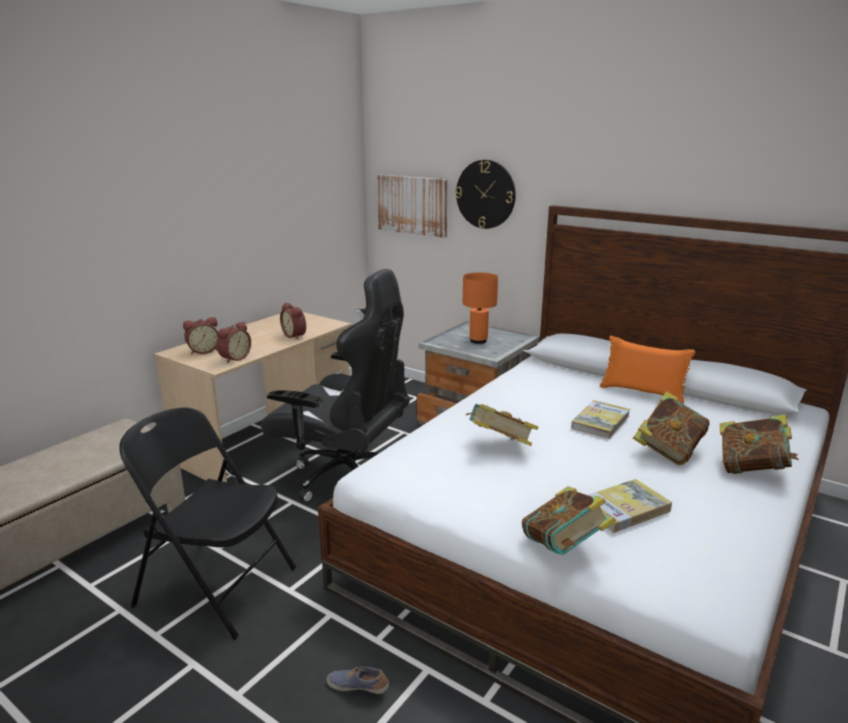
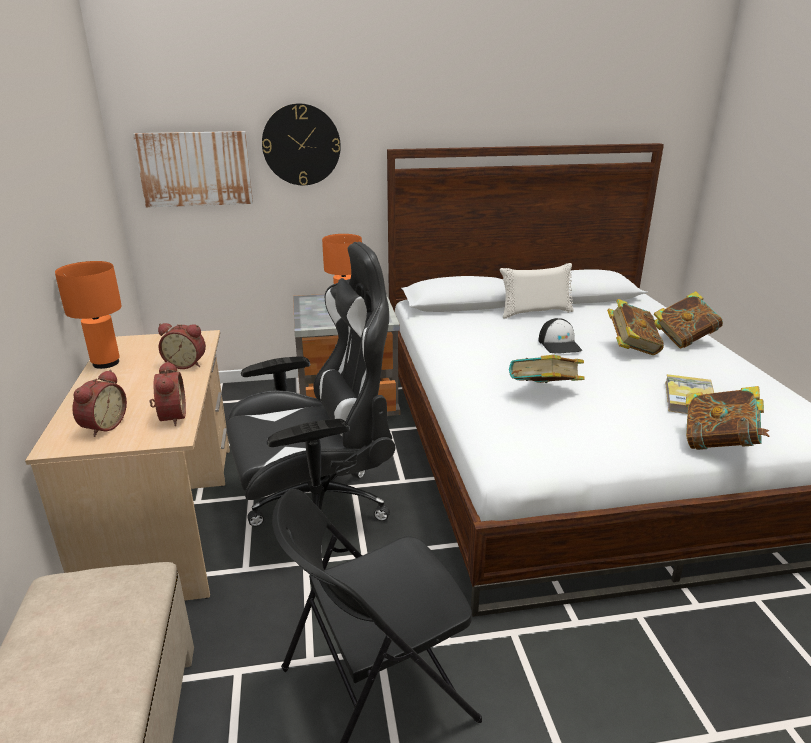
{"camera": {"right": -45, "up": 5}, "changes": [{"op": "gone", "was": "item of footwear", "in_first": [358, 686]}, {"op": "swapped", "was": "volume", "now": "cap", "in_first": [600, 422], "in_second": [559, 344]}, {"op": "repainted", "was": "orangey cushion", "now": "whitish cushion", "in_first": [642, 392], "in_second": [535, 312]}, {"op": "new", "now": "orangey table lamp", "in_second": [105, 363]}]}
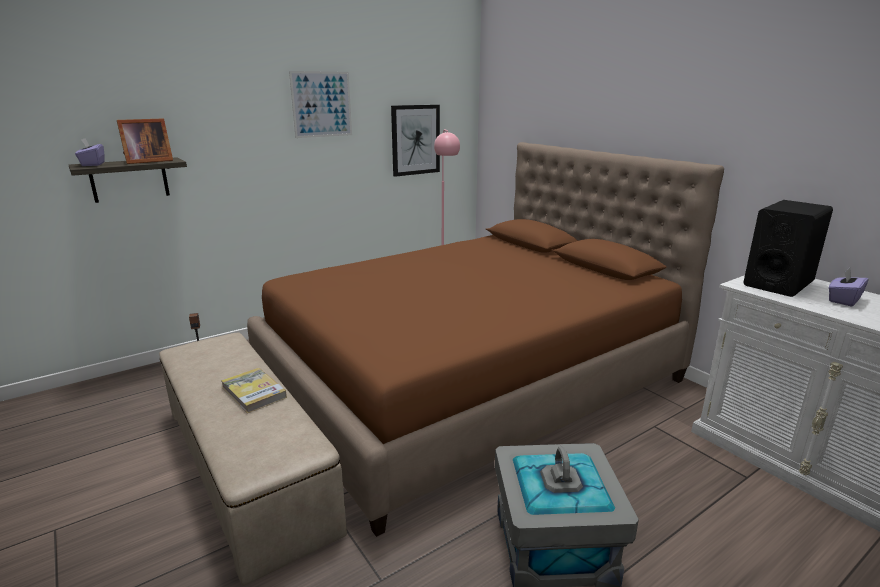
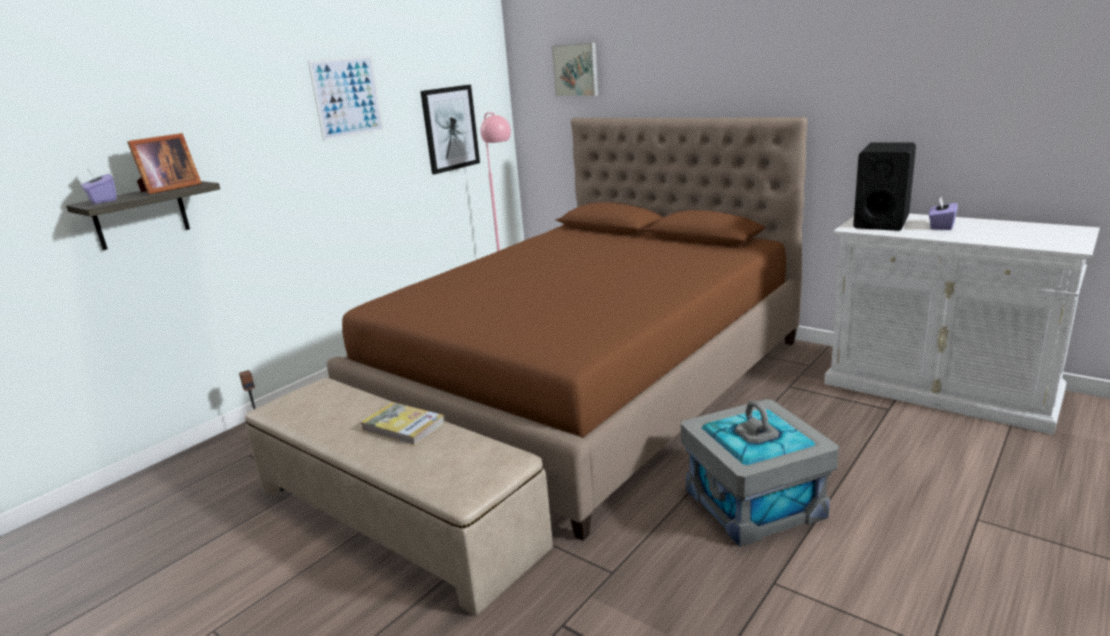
{"camera": {"right": -15, "up": 0}, "changes": [{"op": "new", "now": "wall art", "in_second": [576, 70]}]}
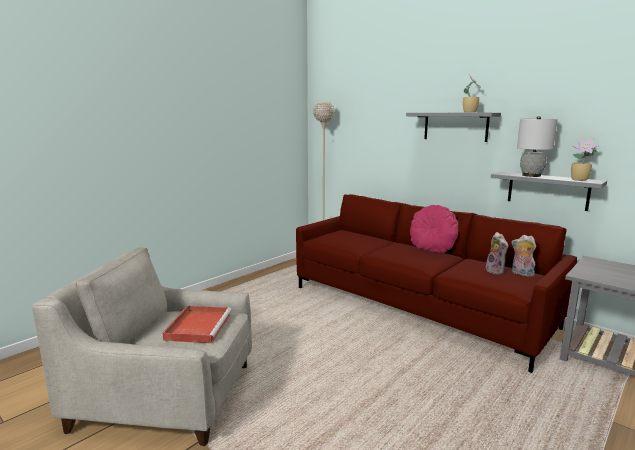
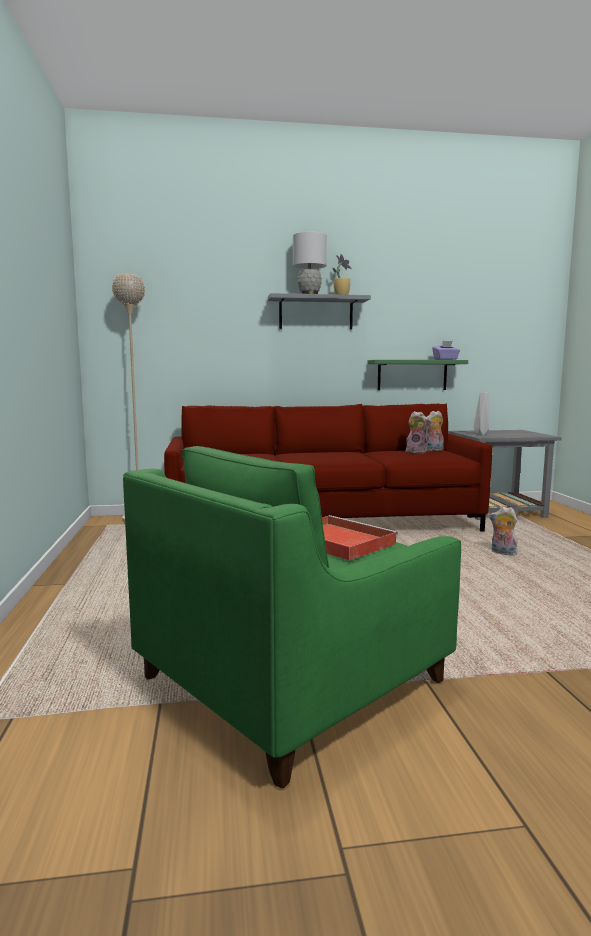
{"camera": {"right": -50, "up": -5}, "changes": [{"op": "repainted", "was": "beige lounge chair", "now": "green-coloured lounge chair", "in_first": [168, 395], "in_second": [297, 679]}, {"op": "gone", "was": "pinkish cushion", "in_first": [432, 250]}, {"op": "repainted", "was": "gray wall shelf", "now": "green-coloured wall shelf", "in_first": [547, 190], "in_second": [412, 375]}, {"op": "shifted", "was": "whitish table lamp", "in_first": [531, 175], "in_second": [309, 295]}, {"op": "swapped", "was": "plant in a pot", "now": "purple tissue holder", "in_first": [580, 180], "in_second": [445, 359]}, {"op": "new", "now": "gray flower vase", "in_second": [482, 434]}, {"op": "new", "now": "soft toy", "in_second": [502, 553]}]}
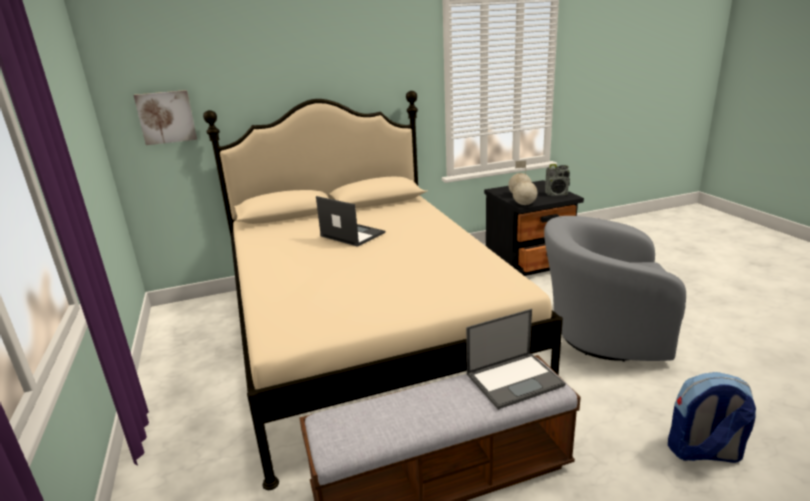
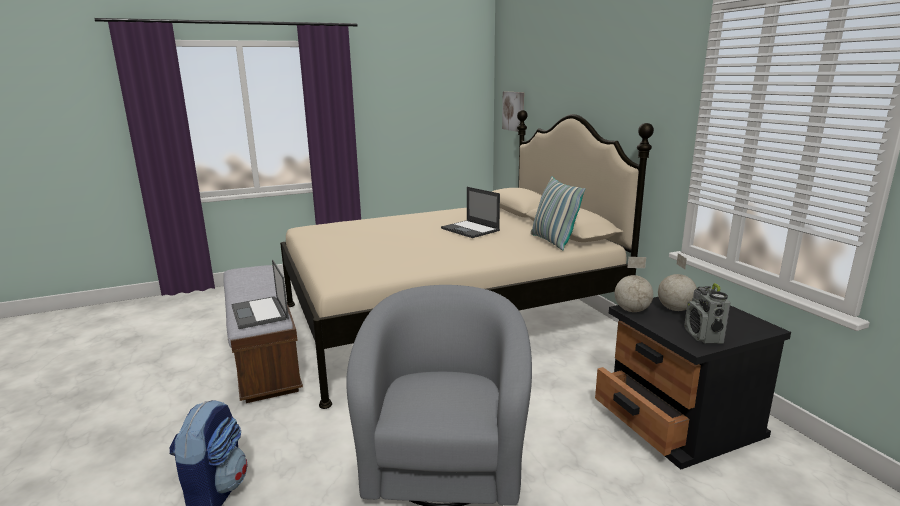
{"camera": {"right": 85, "up": -5}, "changes": [{"op": "rotated", "was": "portable computer", "in_first": [351, 234], "in_second": [470, 229], "clockwise": 105}, {"op": "new", "now": "cushion", "in_second": [553, 241]}]}
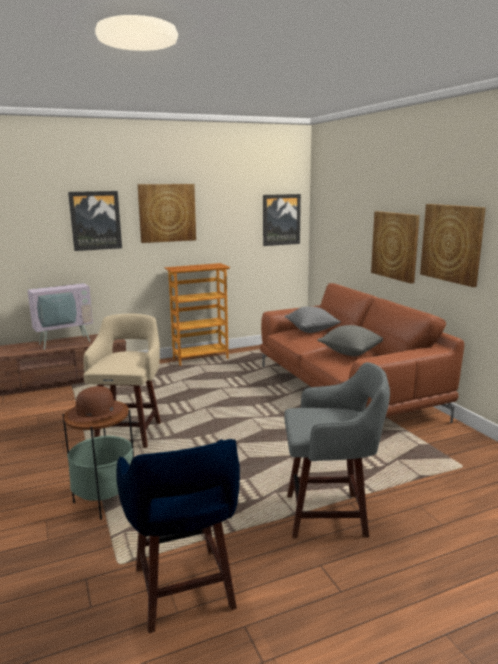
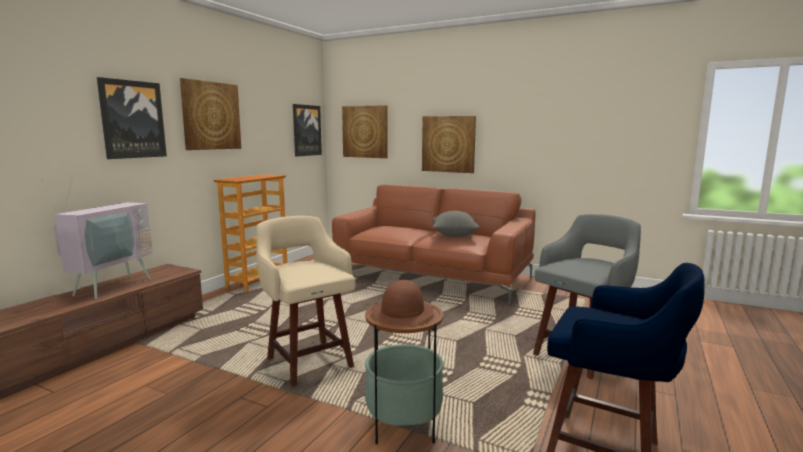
{"camera": {"right": -40, "up": -5}, "changes": [{"op": "gone", "was": "gray cushion", "in_first": [311, 330]}, {"op": "shifted", "was": "wall art", "in_first": [452, 243], "in_second": [365, 132]}]}
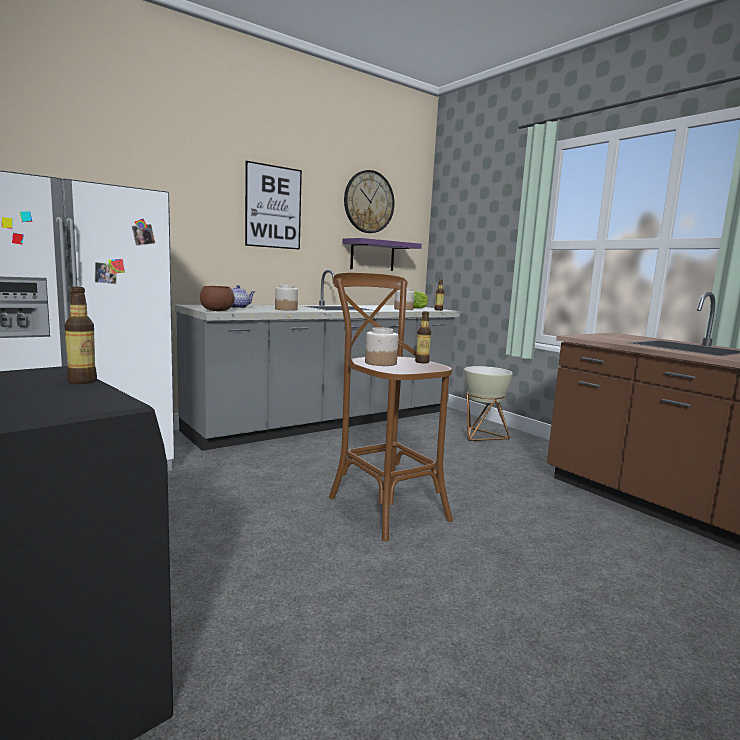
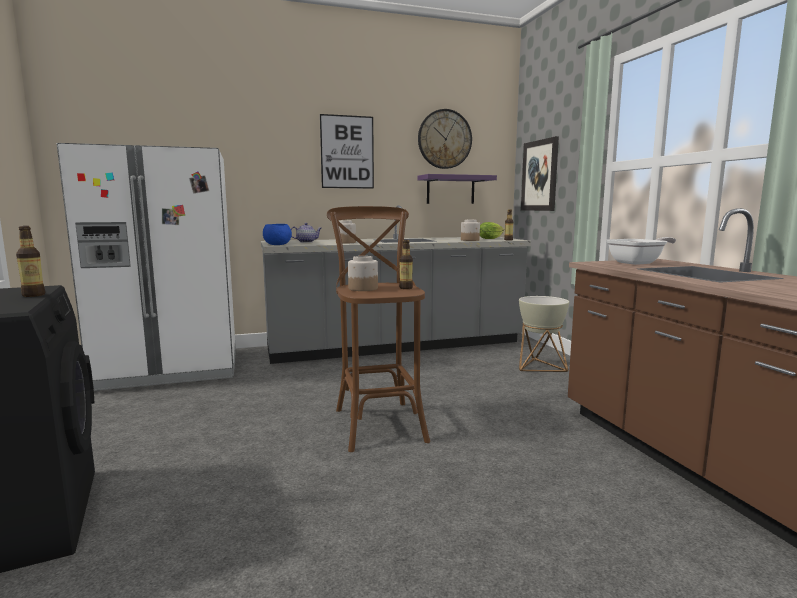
{"camera": {"right": 20, "up": 0}, "changes": [{"op": "repainted", "was": "brown bowl", "now": "blue bowl", "in_first": [216, 311], "in_second": [277, 245]}, {"op": "new", "now": "wall art", "in_second": [539, 175]}, {"op": "new", "now": "frying pan", "in_second": [639, 263]}]}
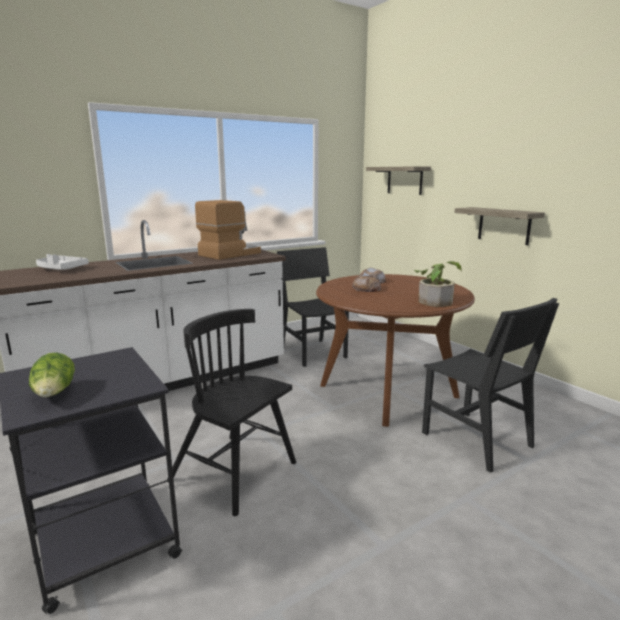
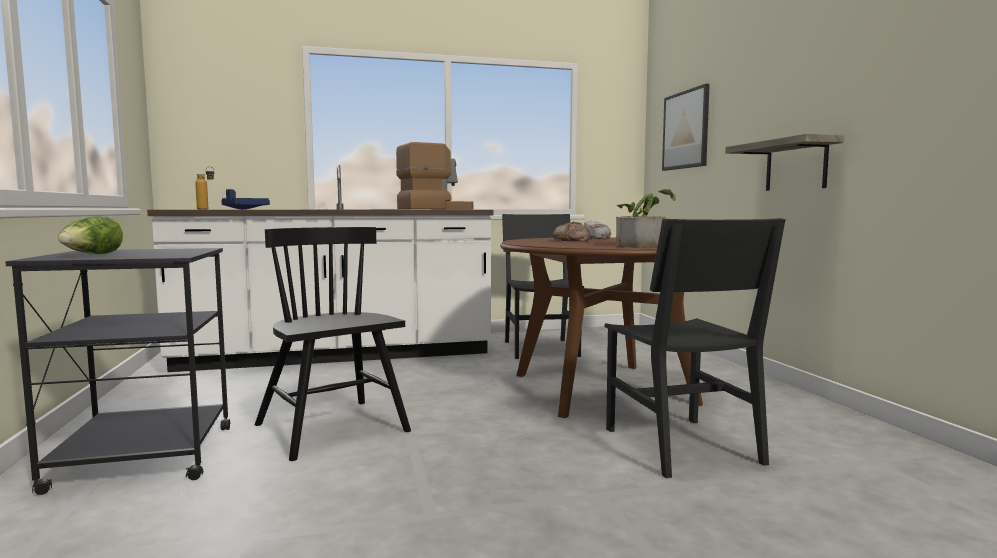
{"camera": {"right": 20, "up": -10}, "changes": [{"op": "repainted", "was": "whitish tray", "now": "blue tray", "in_first": [61, 269], "in_second": [242, 209]}, {"op": "swapped", "was": "wall shelf", "now": "wall art", "in_first": [404, 180], "in_second": [686, 130]}, {"op": "new", "now": "drink bottle", "in_second": [207, 209]}]}
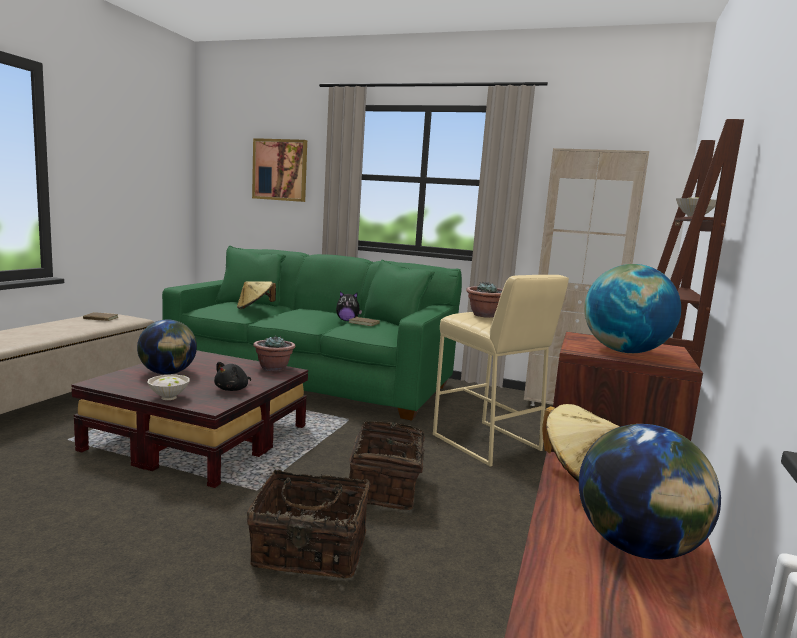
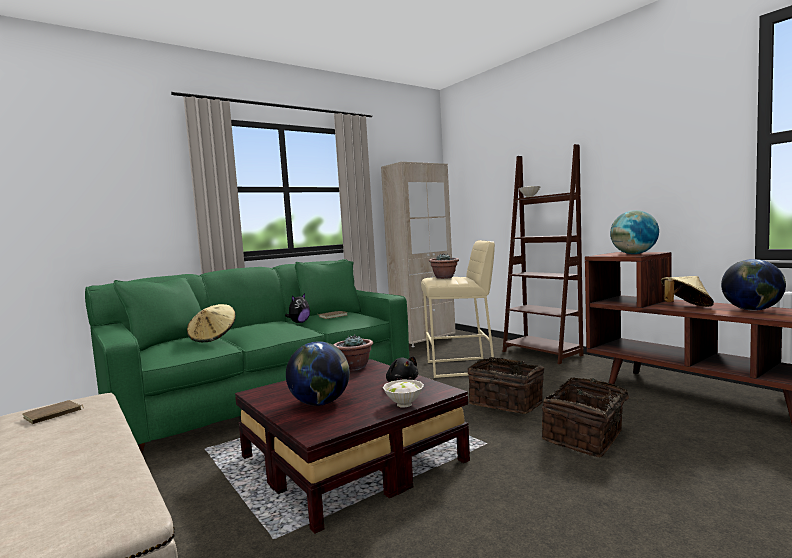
{"camera": {"right": -55, "up": -5}, "changes": [{"op": "gone", "was": "wall art", "in_first": [280, 170]}]}
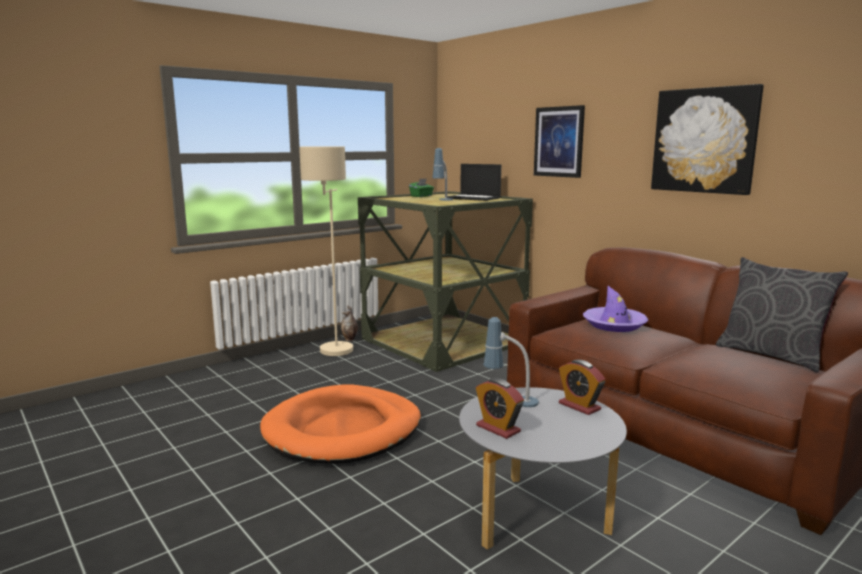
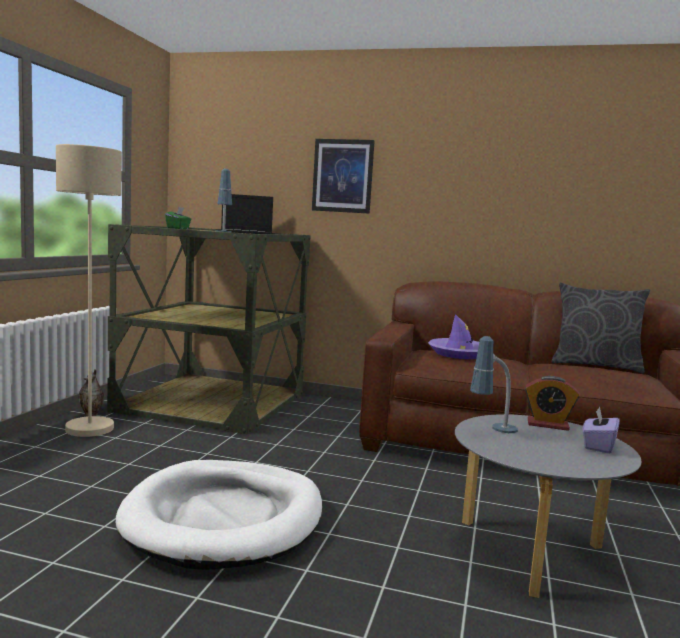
{"camera": {"right": -35, "up": -5}, "changes": [{"op": "repainted", "was": "orangey dog bed", "now": "whitish dog bed", "in_first": [343, 430], "in_second": [225, 519]}, {"op": "gone", "was": "bedside clock", "in_first": [498, 428]}, {"op": "gone", "was": "wall art", "in_first": [704, 140]}, {"op": "new", "now": "purple tissue holder", "in_second": [598, 446]}]}
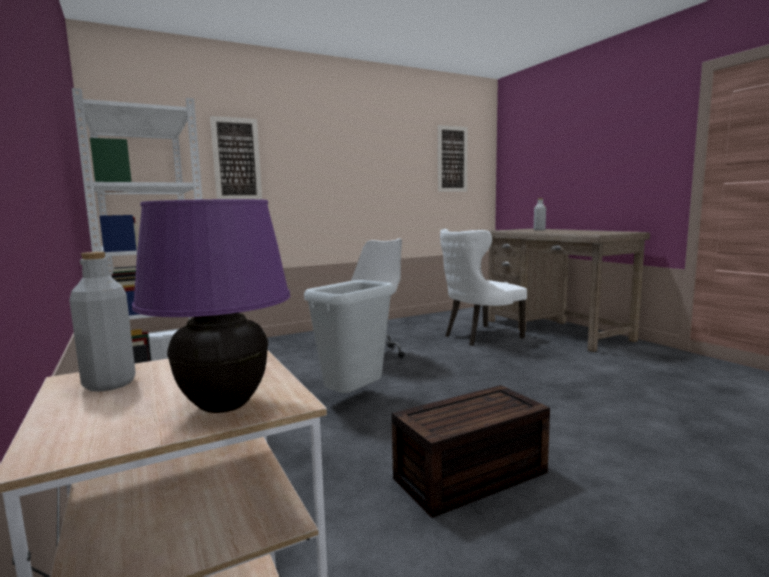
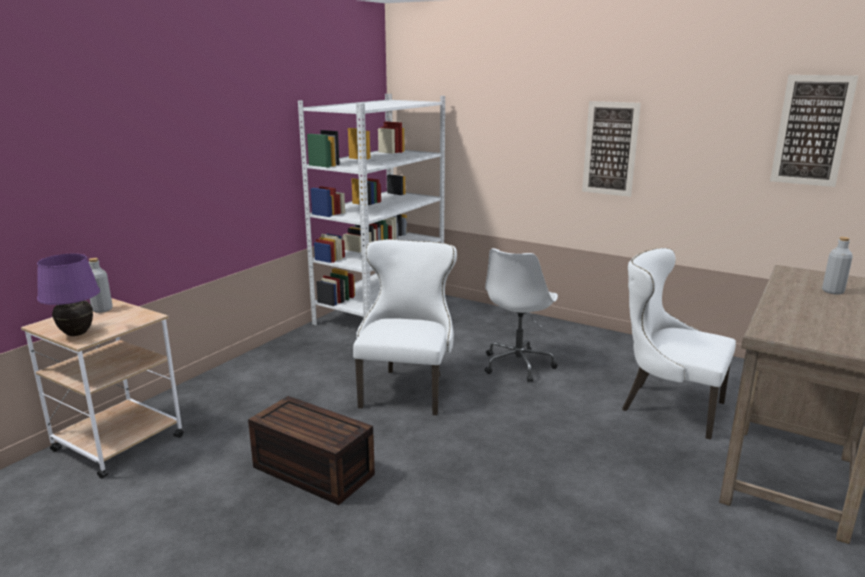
{"camera": {"right": 60, "up": 10}, "changes": [{"op": "shifted", "was": "wall art", "in_first": [236, 159], "in_second": [610, 148]}, {"op": "swapped", "was": "gray trash can", "now": "whitish plain chair", "in_first": [353, 398], "in_second": [407, 389]}]}
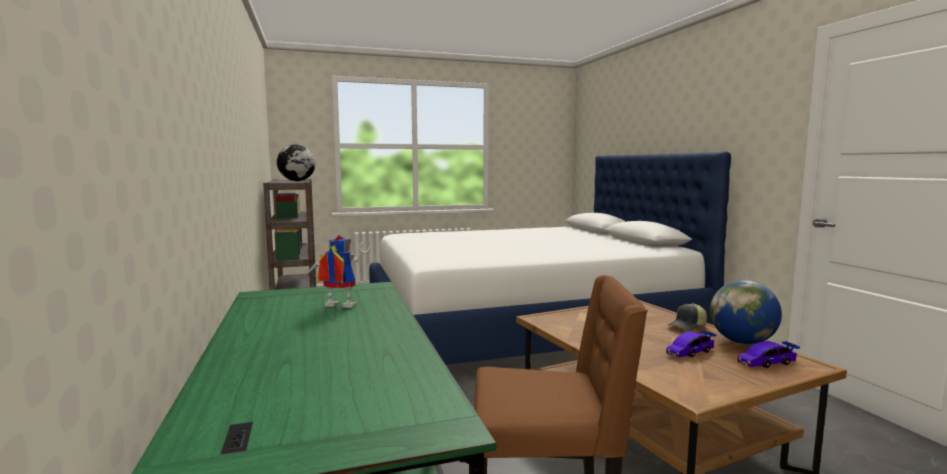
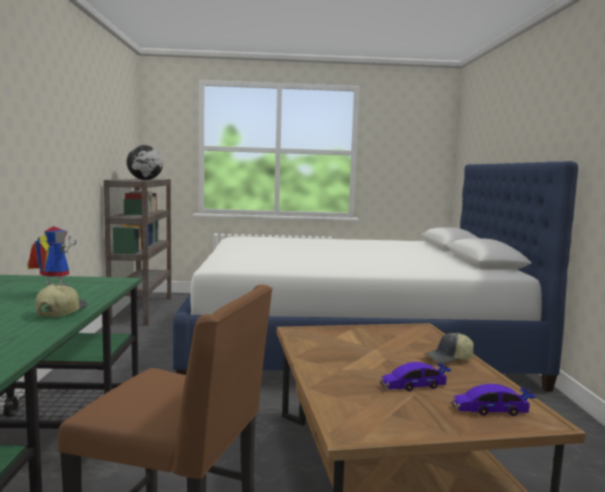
{"camera": {"right": 15, "up": 0}, "changes": [{"op": "gone", "was": "desk globe", "in_first": [742, 342]}, {"op": "new", "now": "cap", "in_second": [61, 311]}]}
